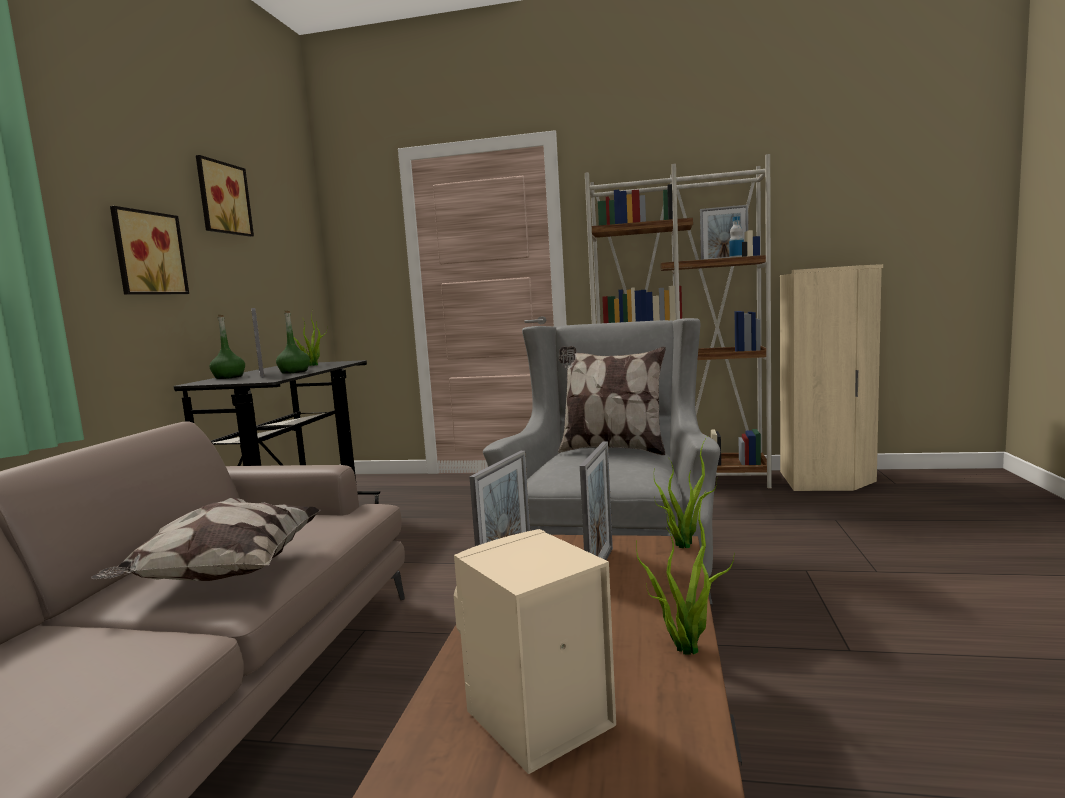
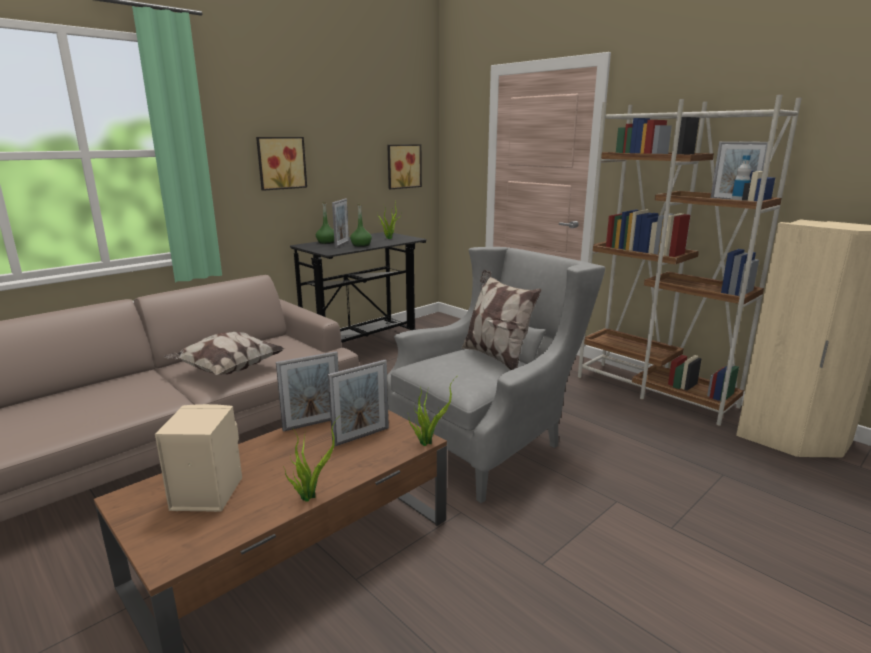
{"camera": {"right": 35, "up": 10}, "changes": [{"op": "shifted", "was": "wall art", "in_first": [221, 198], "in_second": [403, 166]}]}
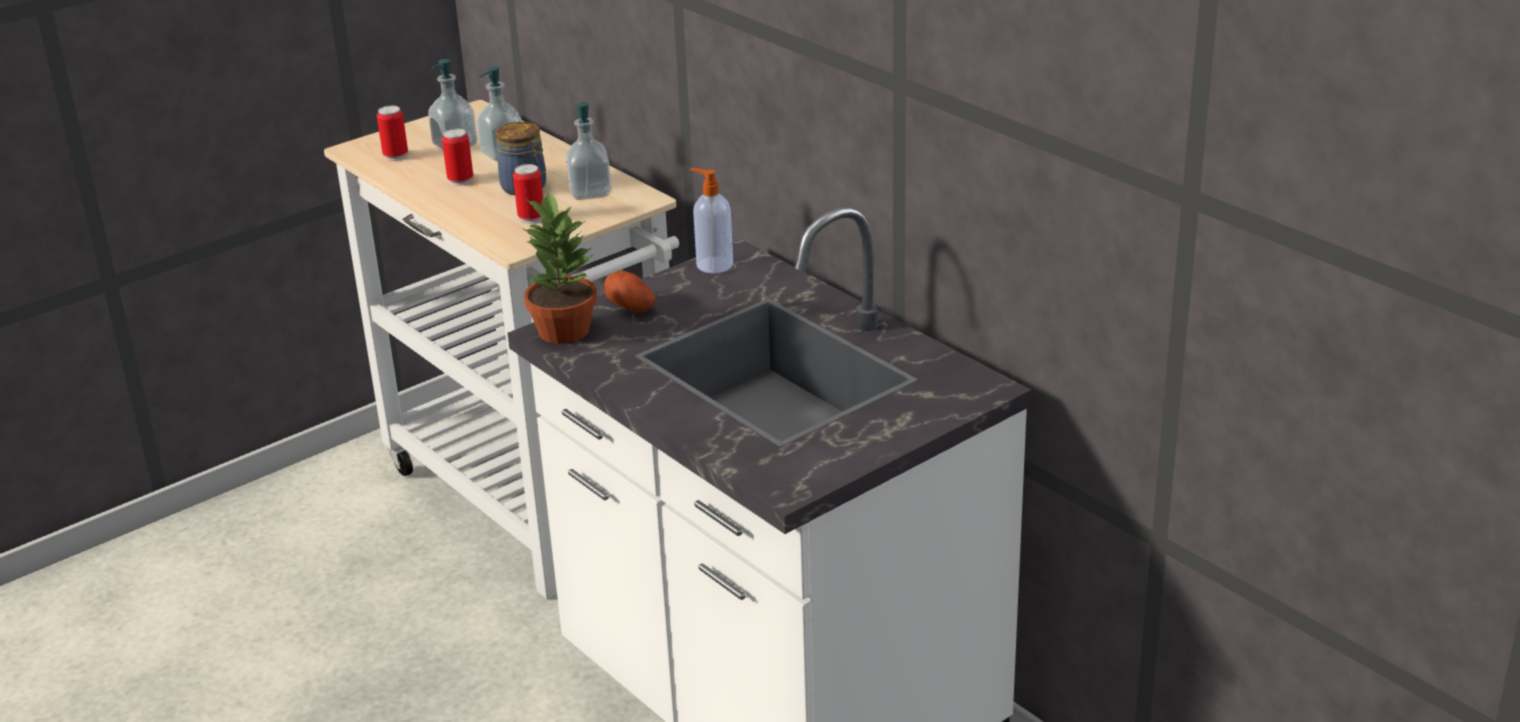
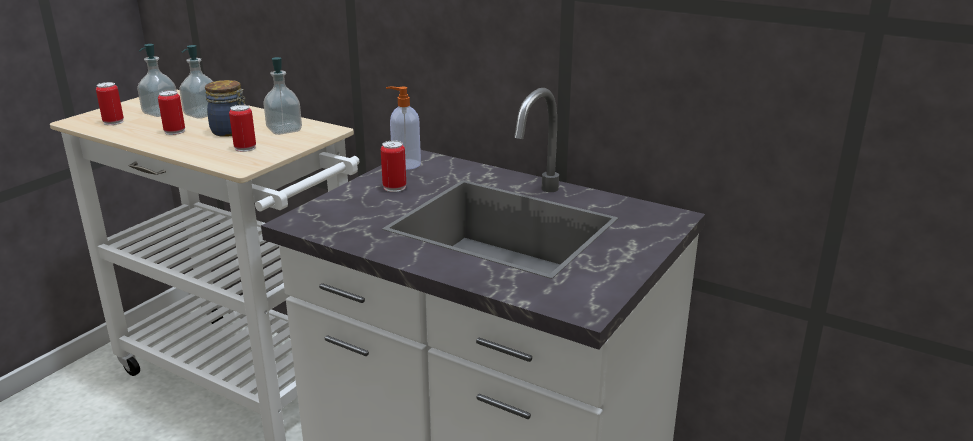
{"camera": {"right": -20, "up": -5}, "changes": [{"op": "gone", "was": "plant in a pot", "in_first": [563, 330]}, {"op": "gone", "was": "spud", "in_first": [630, 306]}, {"op": "new", "now": "sealed can", "in_second": [394, 187]}]}
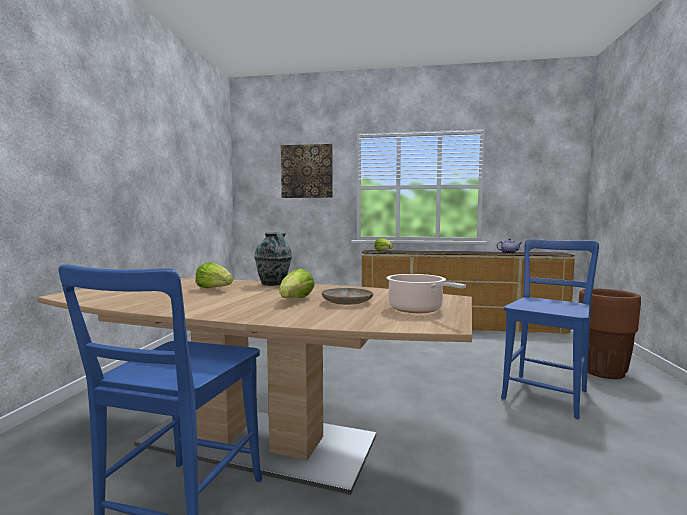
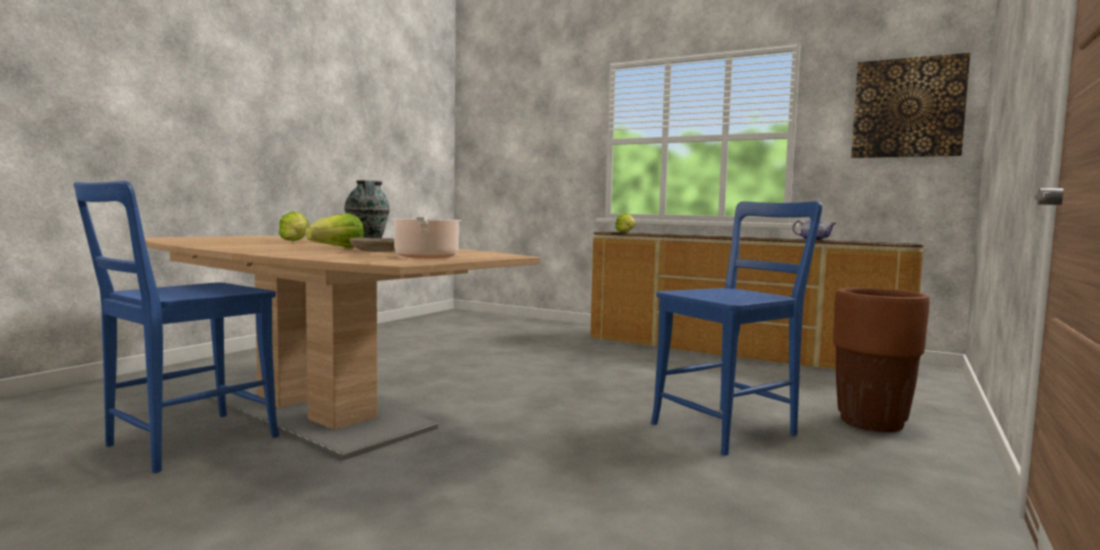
{"camera": {"right": 20, "up": 0}, "changes": [{"op": "shifted", "was": "wall art", "in_first": [307, 171], "in_second": [908, 108]}]}
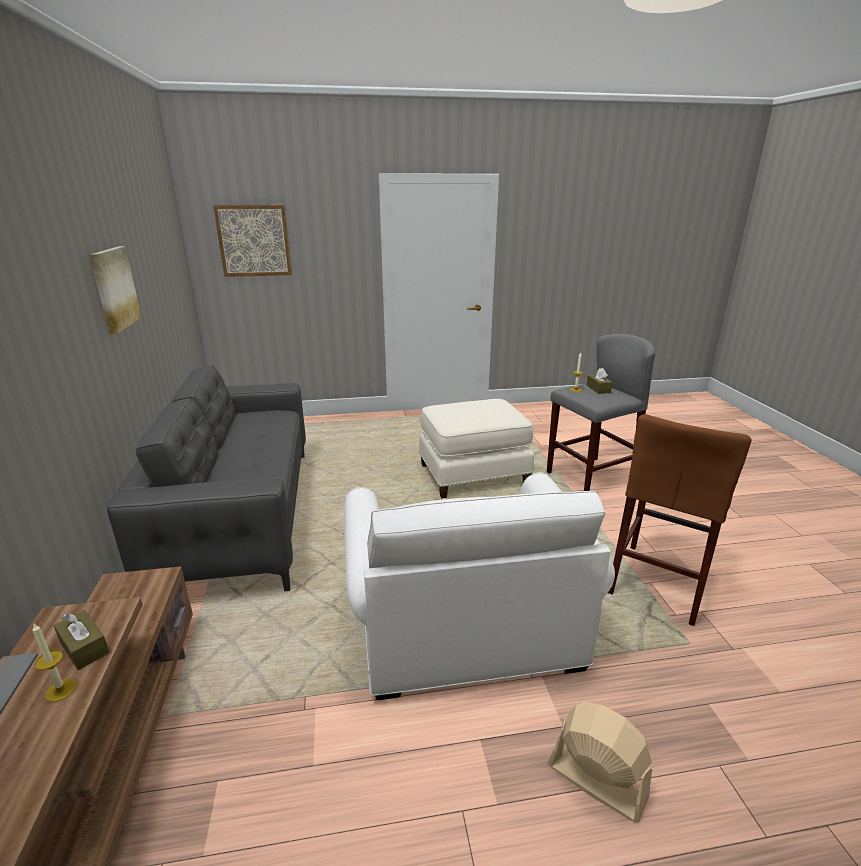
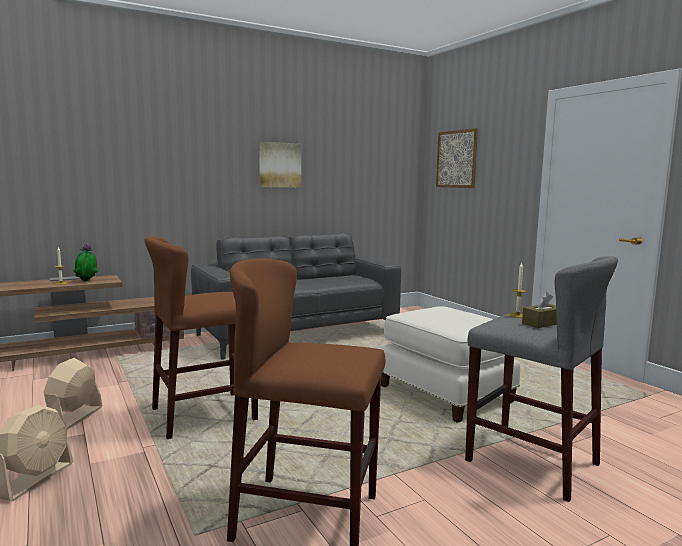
{"camera": {"right": 70, "up": -15}, "changes": [{"op": "swapped", "was": "brown tissue holder", "now": "plant in a pot", "in_first": [84, 647], "in_second": [86, 281]}, {"op": "swapped", "was": "whitish lounge chair", "now": "brown sitting stool", "in_first": [463, 621], "in_second": [204, 415]}, {"op": "new", "now": "beige cooling fan", "in_second": [74, 418]}]}
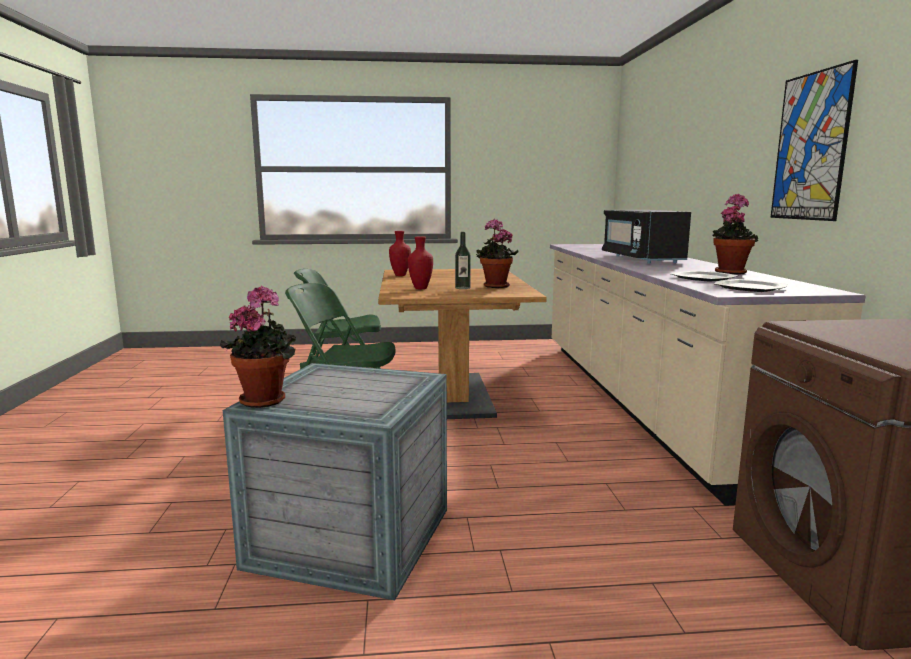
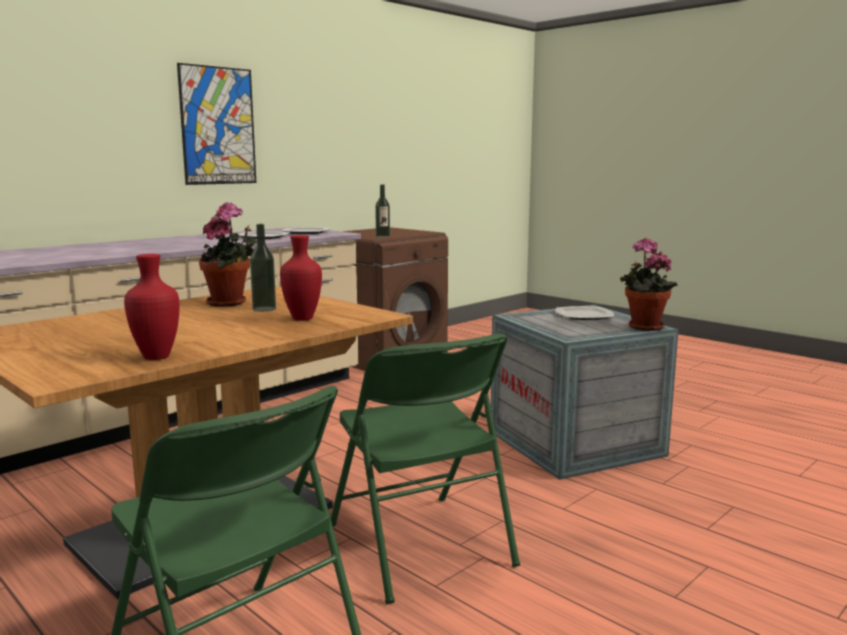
{"camera": {"right": -130, "up": 0}, "changes": [{"op": "gone", "was": "black microwave", "in_first": [641, 259]}, {"op": "gone", "was": "plant in a pot", "in_first": [729, 272]}, {"op": "new", "now": "drink bottle", "in_second": [382, 236]}, {"op": "new", "now": "plate", "in_second": [584, 315]}]}
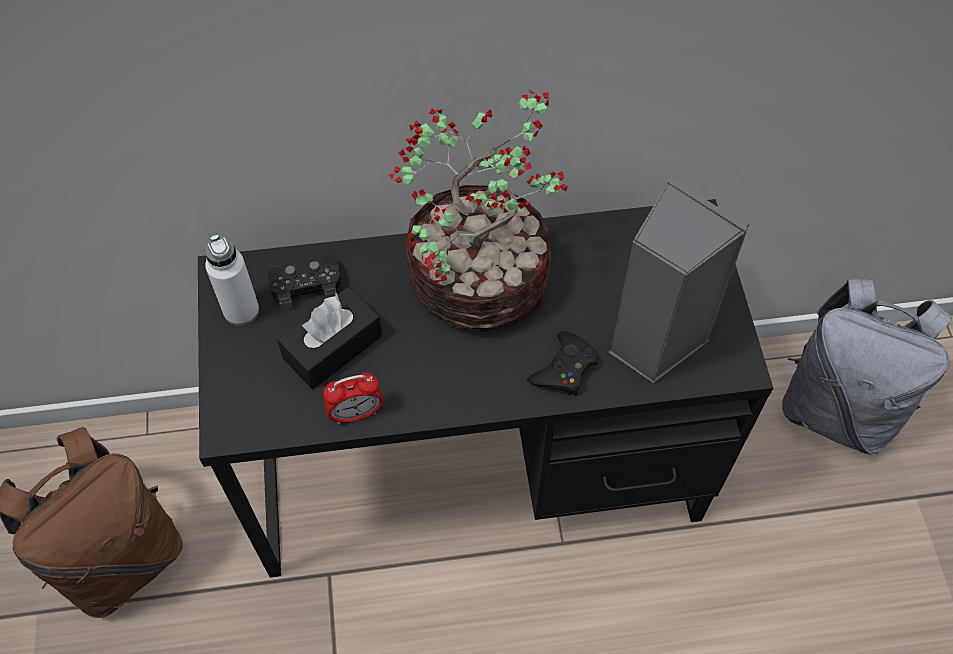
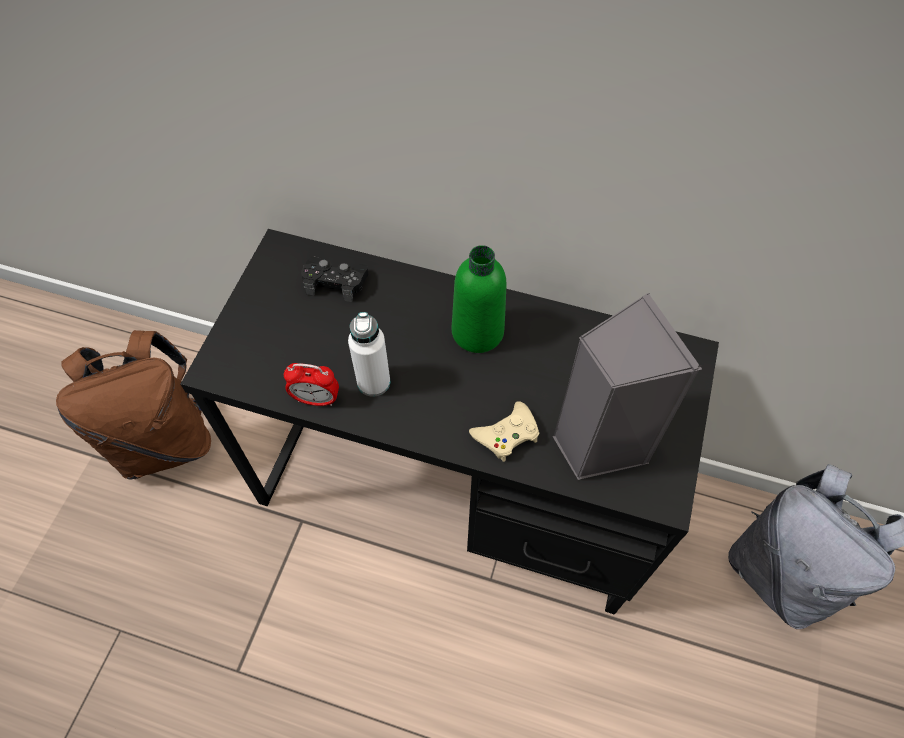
{"camera": {"right": 25, "up": 0}, "changes": [{"op": "shifted", "was": "whitish drink bottle", "in_first": [241, 310], "in_second": [373, 382]}, {"op": "gone", "was": "black tissue holder", "in_first": [333, 347]}, {"op": "swapped", "was": "plant in a pot", "now": "green-coloured drink bottle", "in_first": [482, 279], "in_second": [477, 332]}, {"op": "repainted", "was": "black joypad", "now": "beige joypad", "in_first": [564, 368], "in_second": [507, 434]}]}
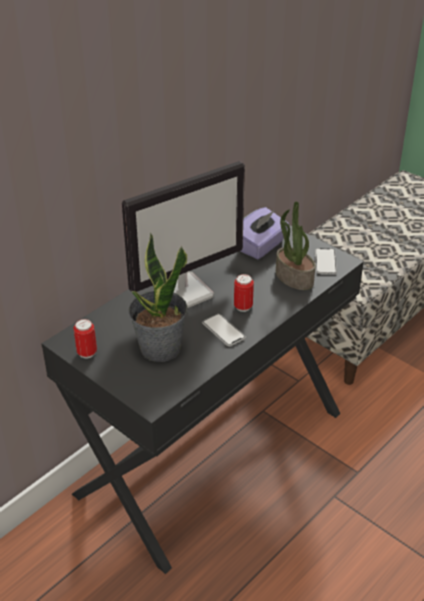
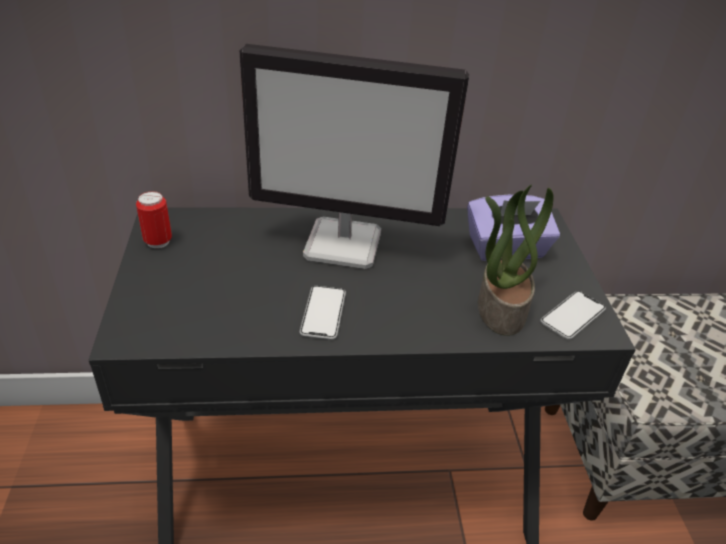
{"camera": {"right": 40, "up": 0}, "changes": [{"op": "gone", "was": "plant in a pot", "in_first": [160, 348]}, {"op": "gone", "was": "sealed can", "in_first": [243, 307]}]}
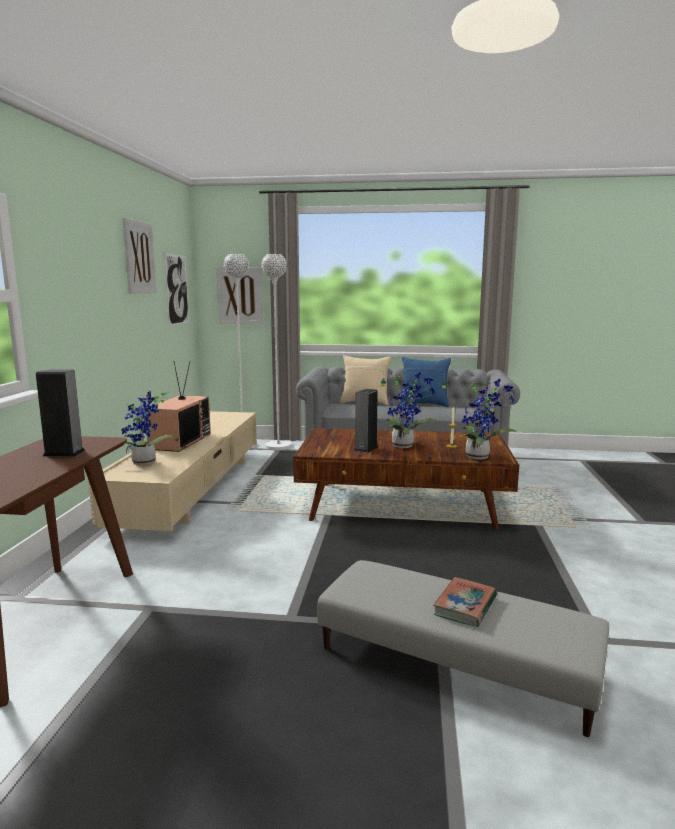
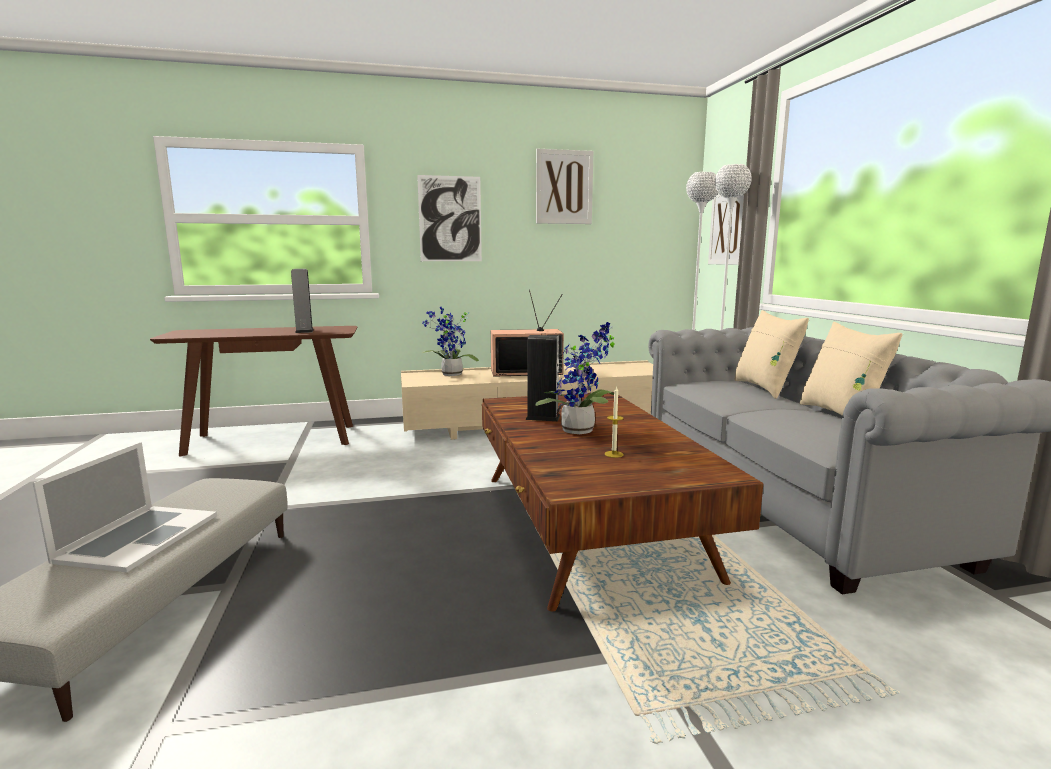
{"camera": {"right": 70, "up": 0}, "changes": [{"op": "shifted", "was": "wall art", "in_first": [177, 289], "in_second": [450, 219]}, {"op": "repainted", "was": "blue cushion", "now": "beige cushion", "in_first": [424, 405], "in_second": [840, 415]}, {"op": "swapped", "was": "volume", "now": "portable computer", "in_first": [465, 606], "in_second": [138, 537]}, {"op": "gone", "was": "plant in a pot", "in_first": [480, 456]}]}
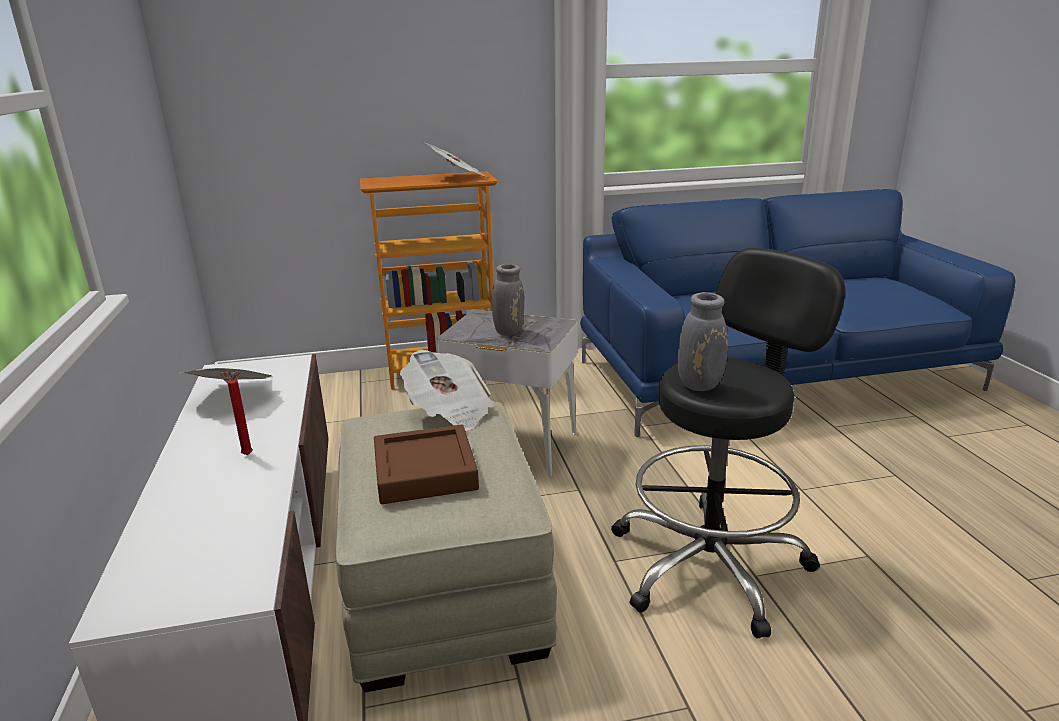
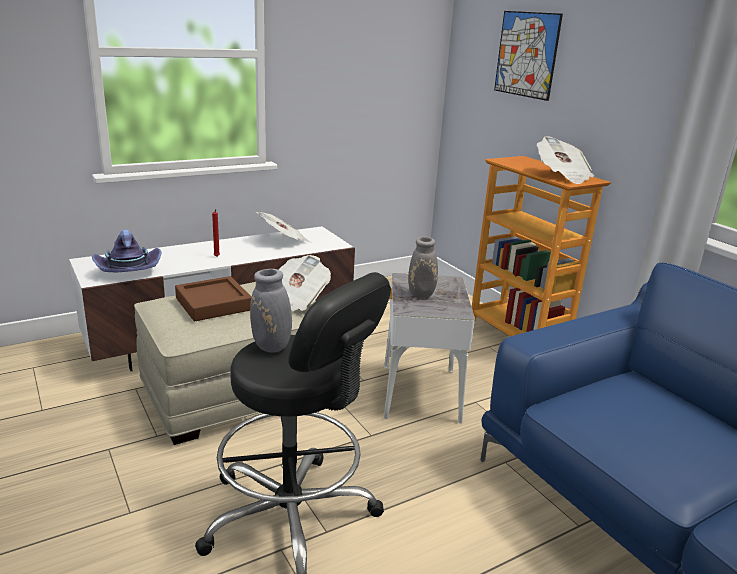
{"camera": {"right": 70, "up": 0}, "changes": [{"op": "new", "now": "purple hat", "in_second": [128, 271]}, {"op": "new", "now": "wall art", "in_second": [526, 54]}]}
